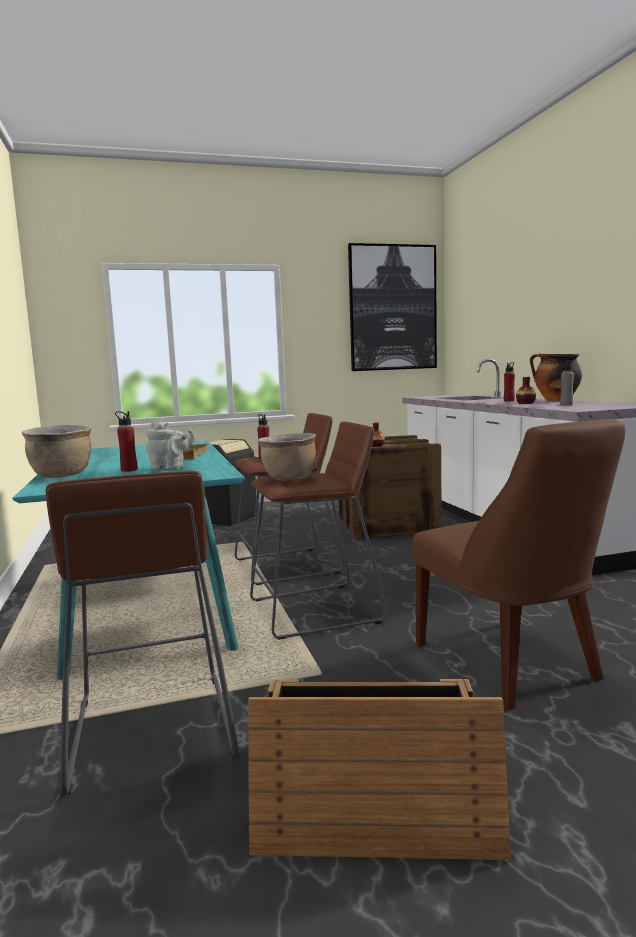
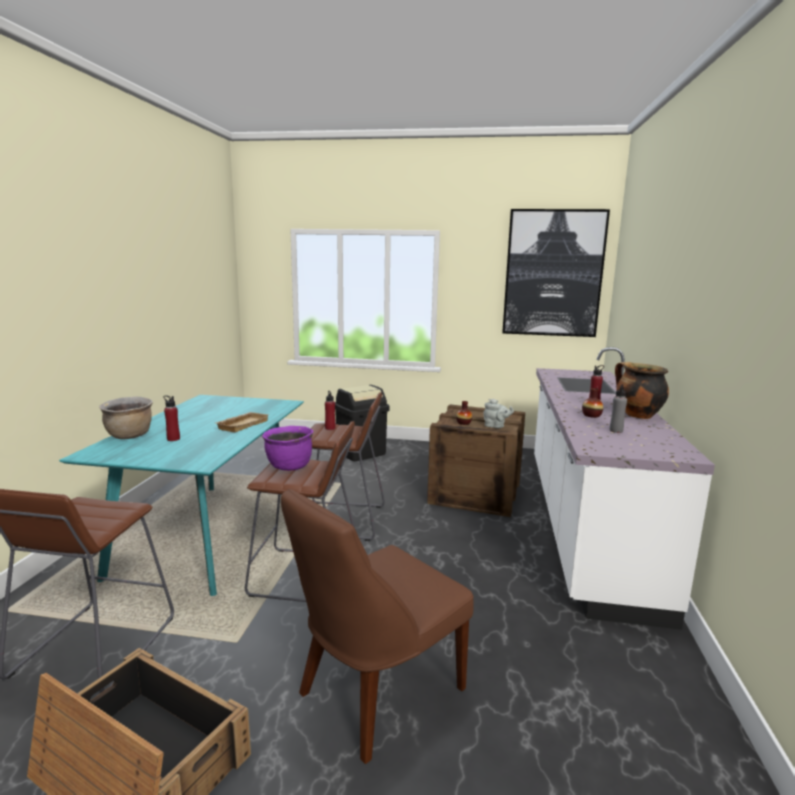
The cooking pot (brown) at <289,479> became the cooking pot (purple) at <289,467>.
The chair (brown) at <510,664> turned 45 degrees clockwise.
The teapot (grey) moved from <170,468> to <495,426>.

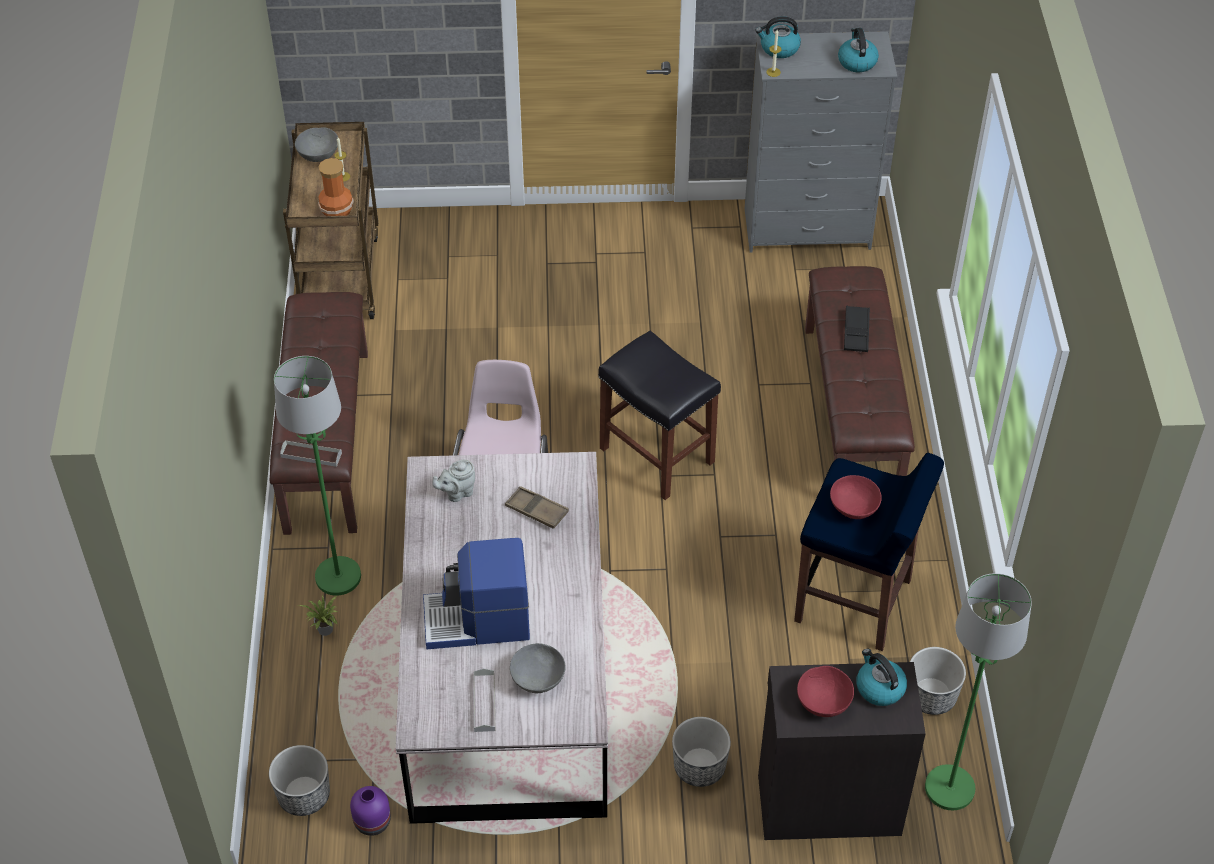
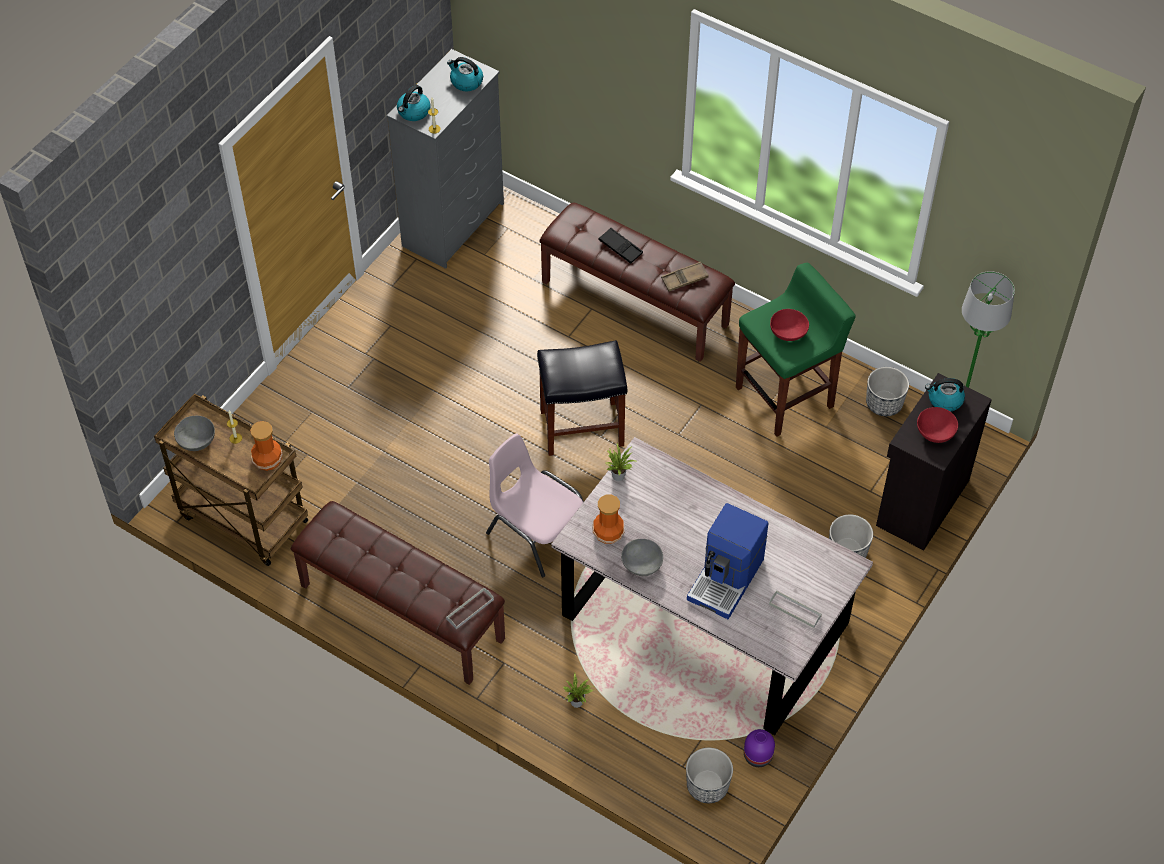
The teapot (grey) at <457,493> was replaced by the vase at <607,532>.
The potted plant at <618,474> appeared.
The bowl (grey) moved from <538,679> to <642,565>.
The tray (brown) moved from <536,510> to <684,279>.
The stool (blue) at <855,602> became the stool (green) at <786,396>.
The floor lamp (green) at <337,577> disappeared.

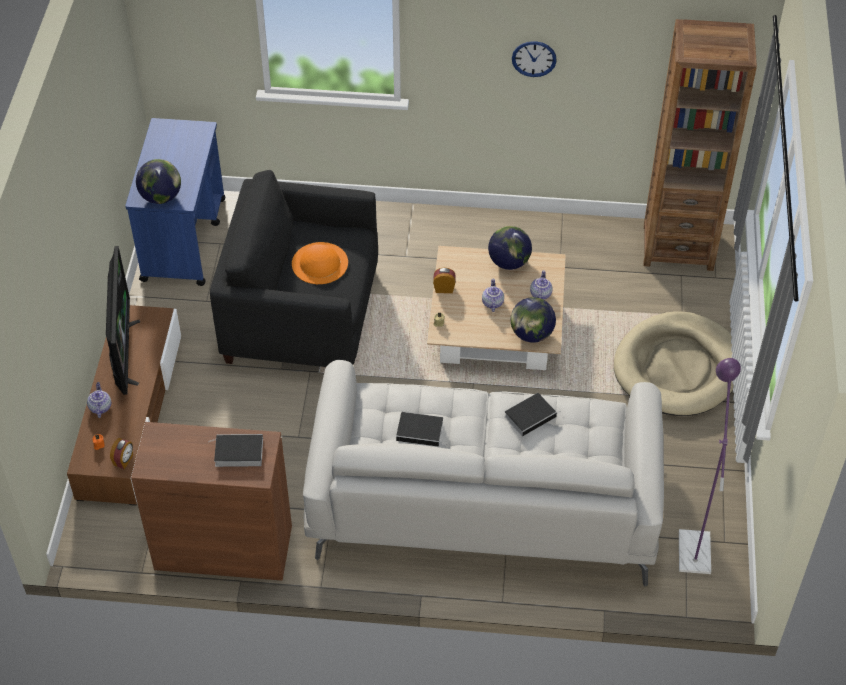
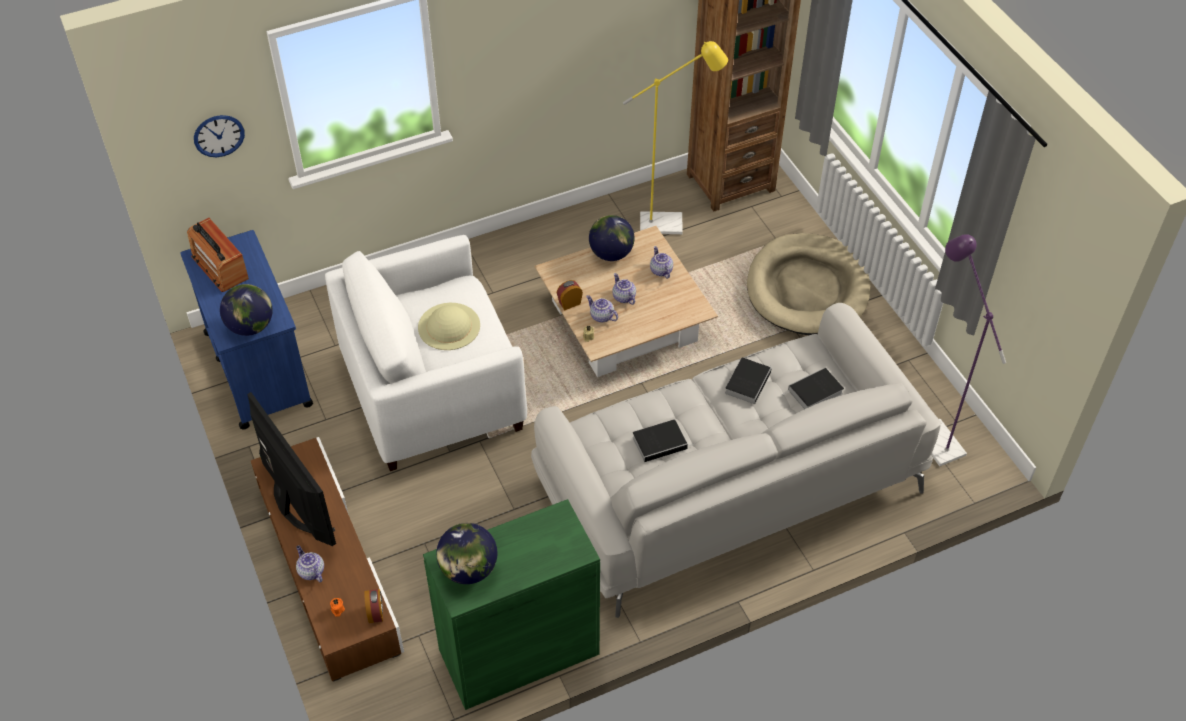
The radio at <219,267> appeared.
The wall clock moved from <534,58> to <219,135>.
The armchair (black) at <302,315> became the armchair (white) at <433,390>.
The hat (orange) at <319,263> became the hat (beige) at <449,326>.
The cabinet (brown) at <223,547> became the cabinet (green) at <519,652>.
The globe moved from <532,334> to <469,569>.
The teapot at <601,316> appeared.
The floor lamp (yellow) at <670,224> appeared.
The book moved from <237,453> to <814,393>.

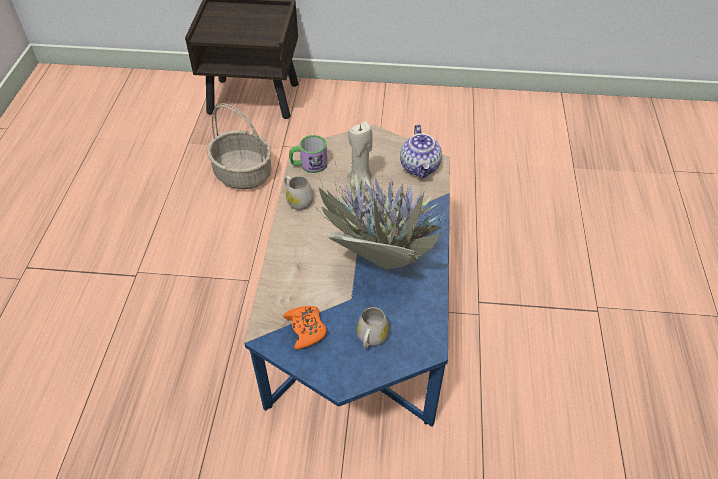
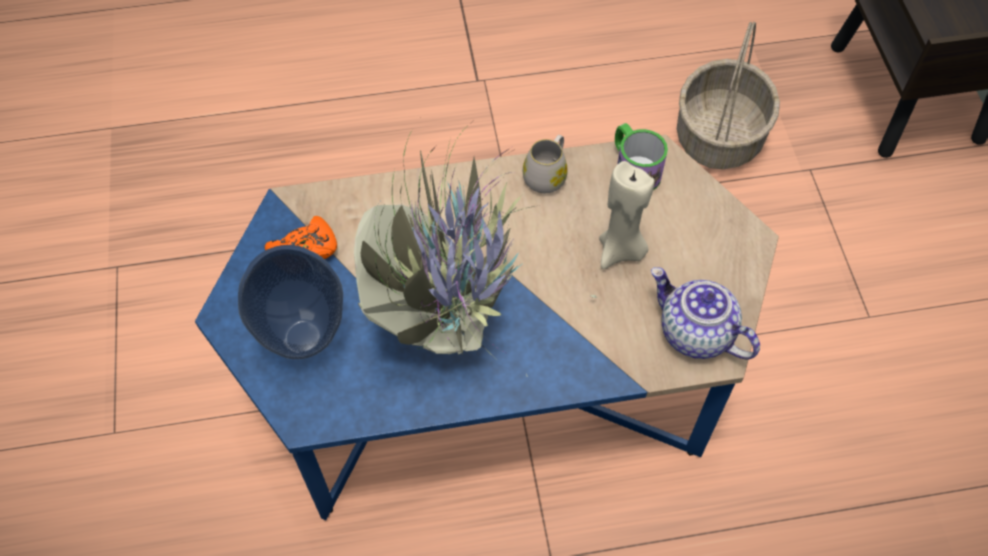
The mug (white) at <371,338> was replaced by the vase at <305,336>.
The teapot at <420,167> turned 60 degrees clockwise.

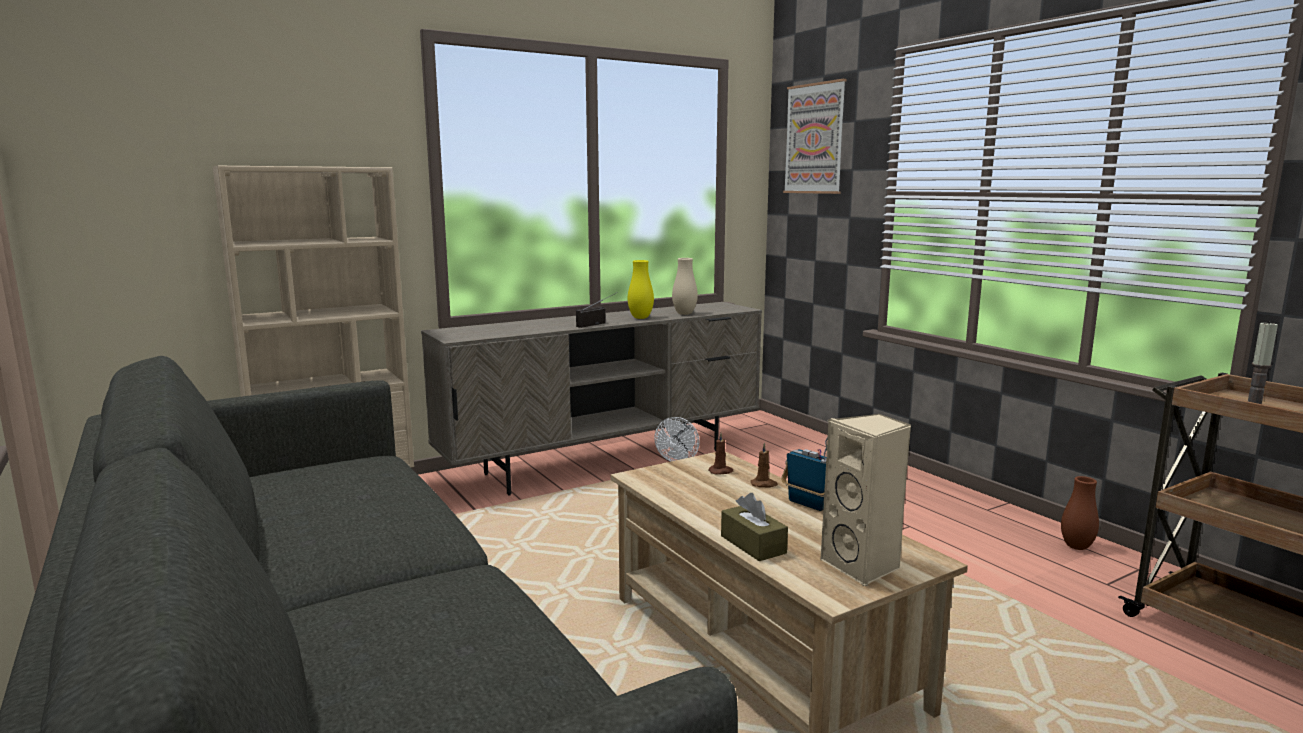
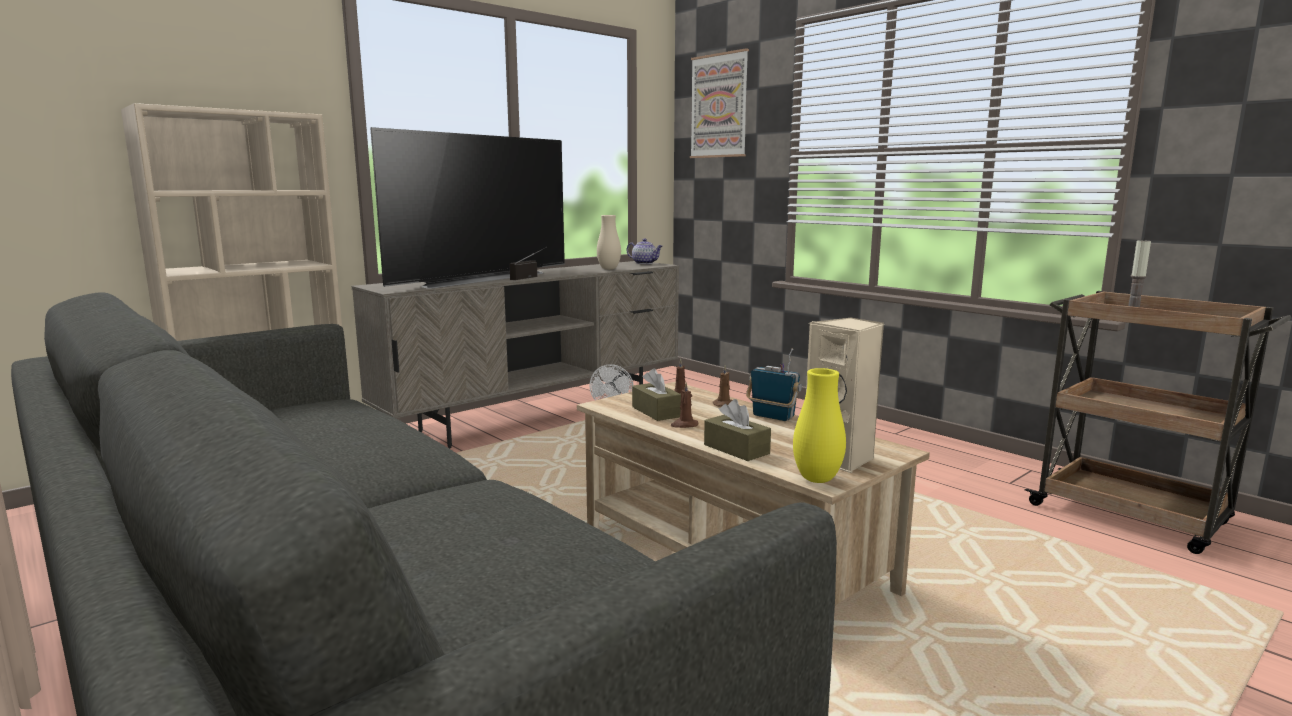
The television at <478,279> appeared.
The teapot at <645,263> appeared.
The tissue box (brown) at <656,412> appeared.
The candle (brown) at <684,425> appeared.
The vase (yellow) moved from <640,318> to <817,479>.
The vase (brown) at <1076,547> disappeared.

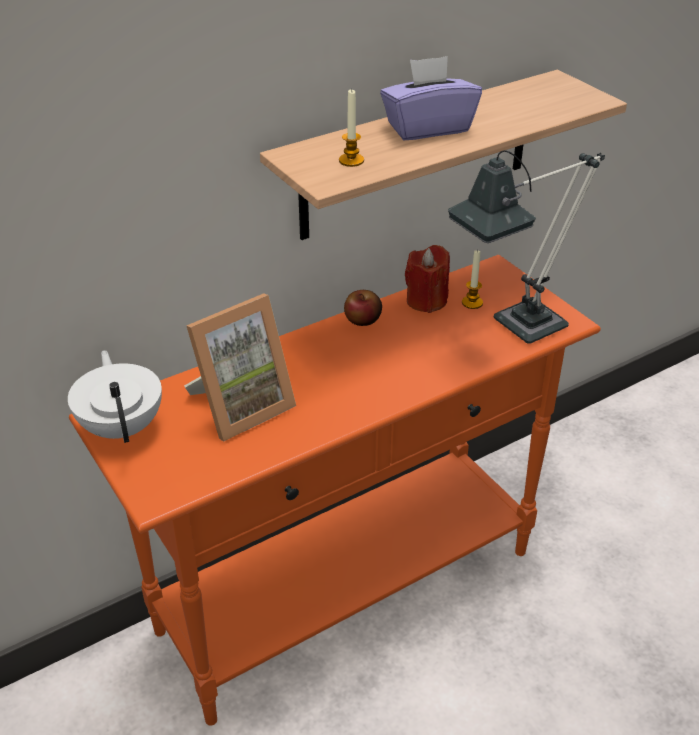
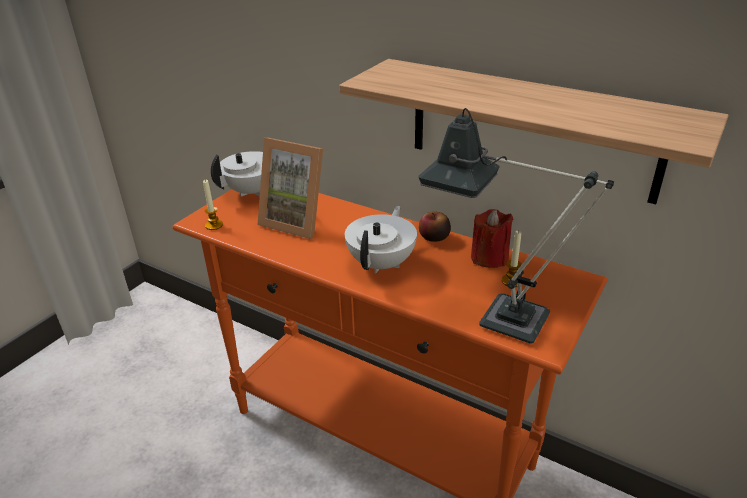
The candle moved from <351,160> to <214,225>.
The teapot (white) at <382,263> appeared.
The tissue box (purple) at <428,128> disappeared.

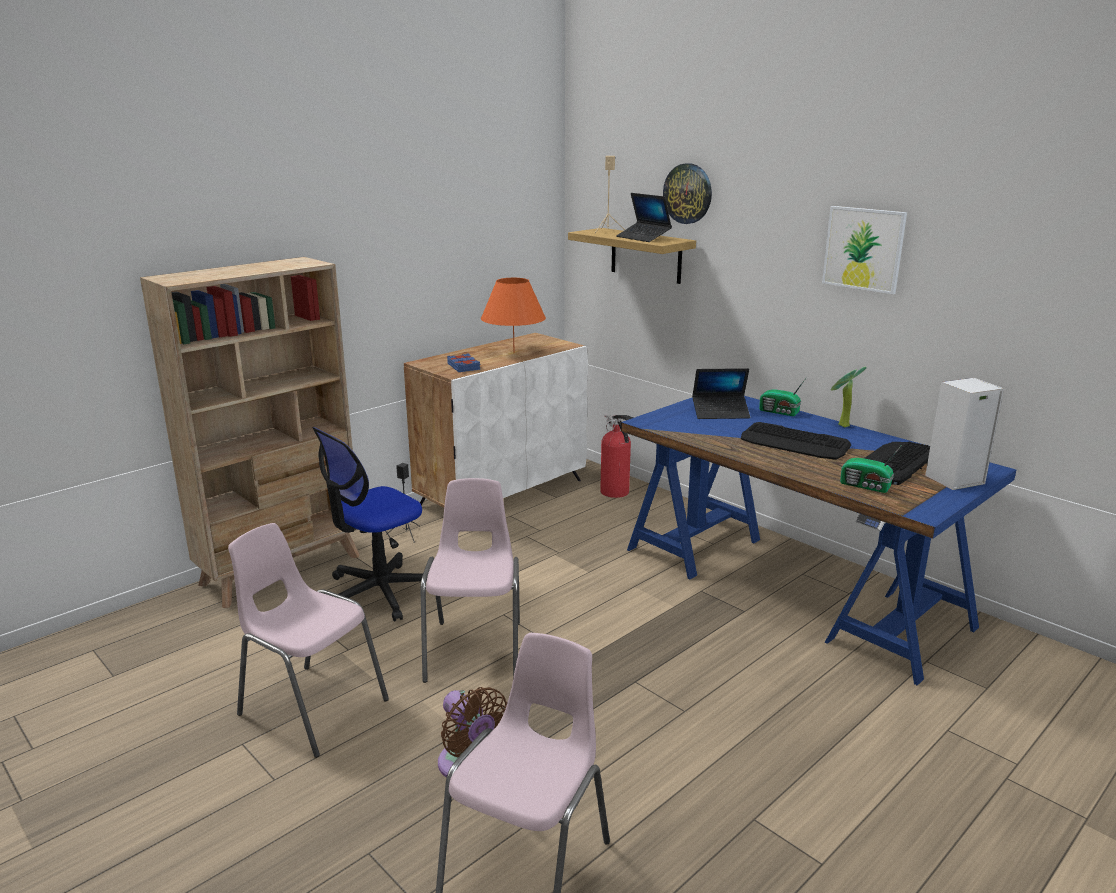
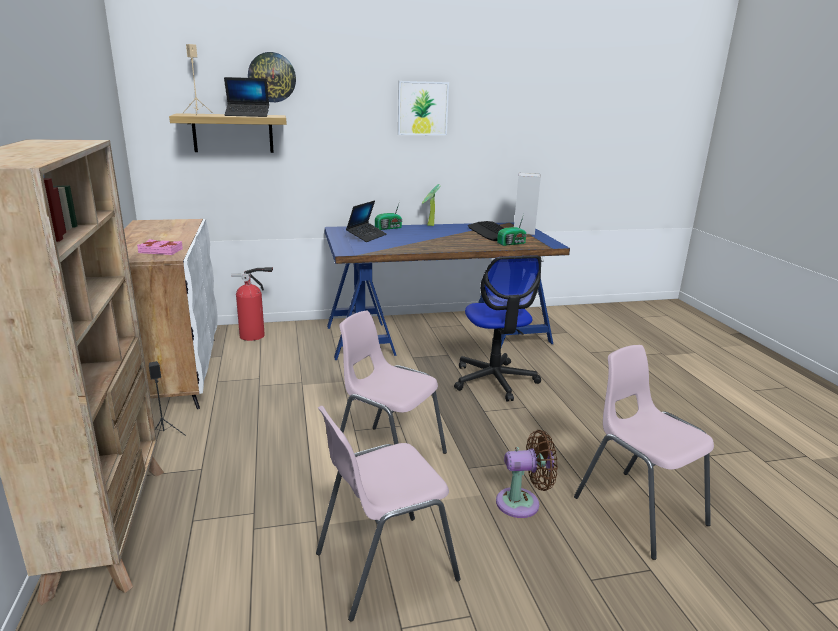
The book (blue) at <464,366> became the book (pink) at <161,251>.
The office chair moved from <379,593> to <494,380>.
The table lamp (orange) at <514,352> disappeared.
The keyboard at <794,443> disappeared.

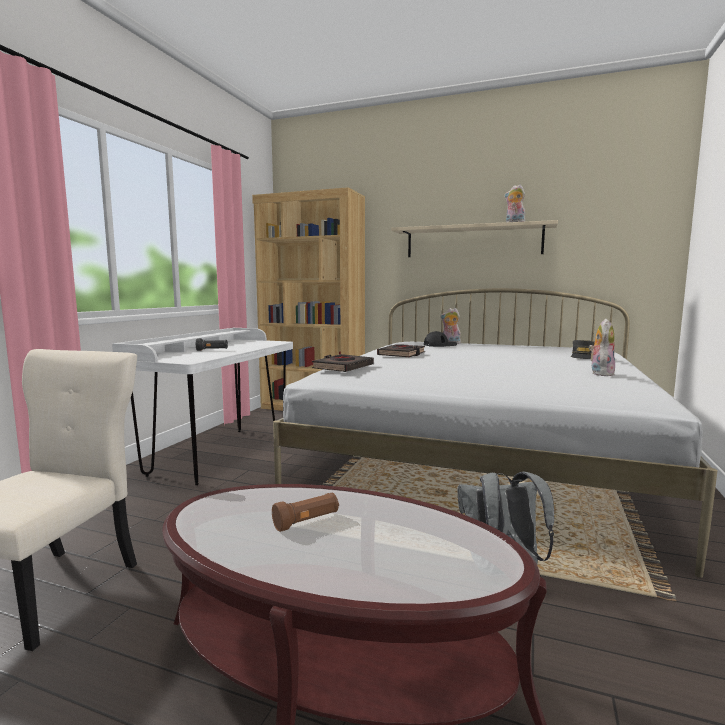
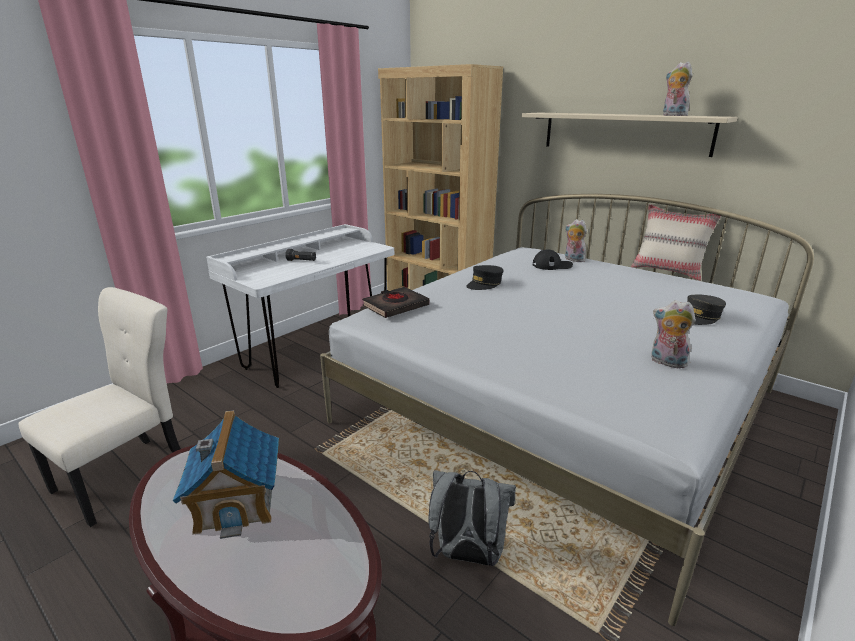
The flashlight (brown) at <307,522> was replaced by the toy house at <237,501>.
The book (black) at <401,354> was replaced by the cap (black) at <484,284>.
The pillow (beige) at <668,271> appeared.
The plush toy at <600,373> turned 105 degrees counterclockwise.

